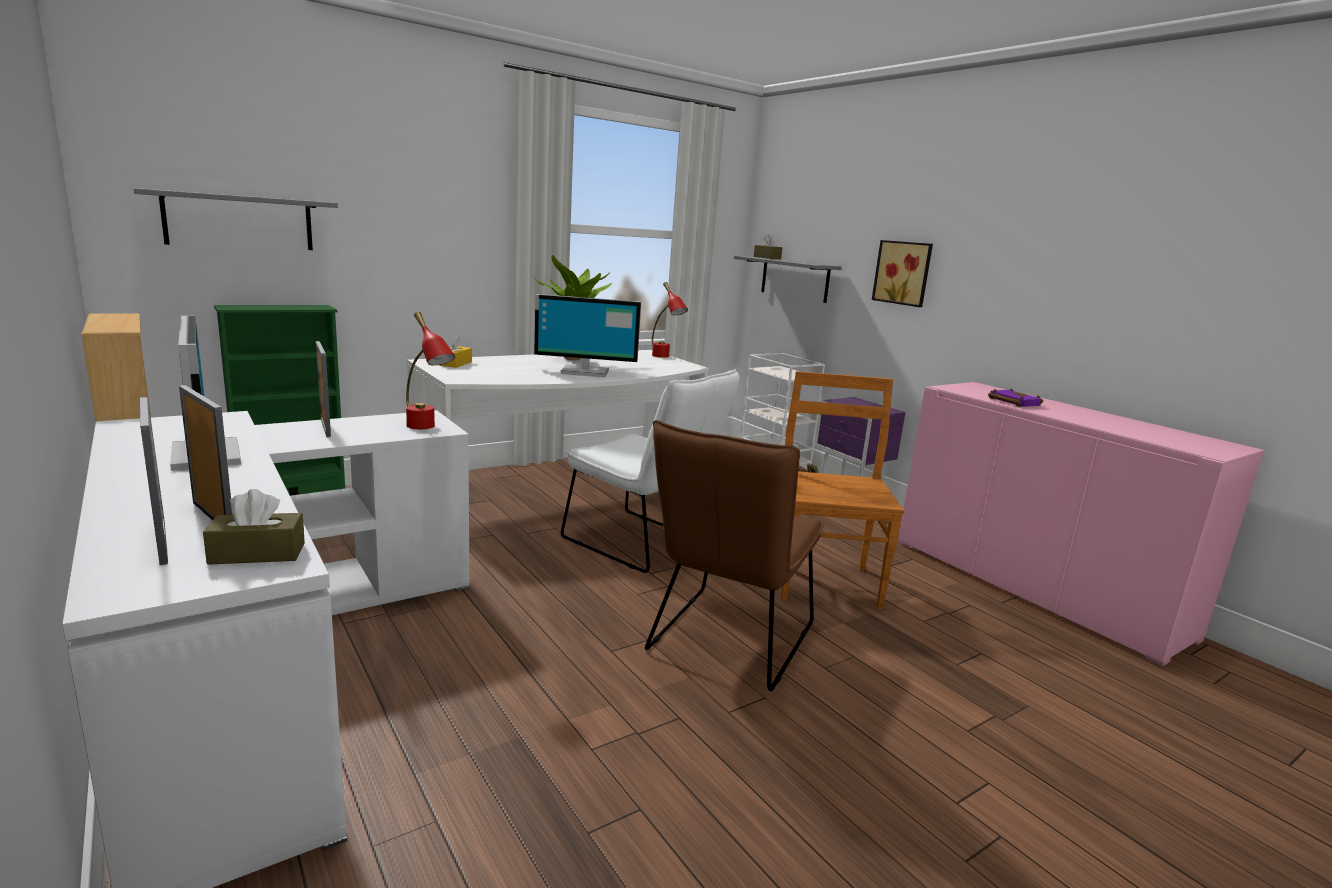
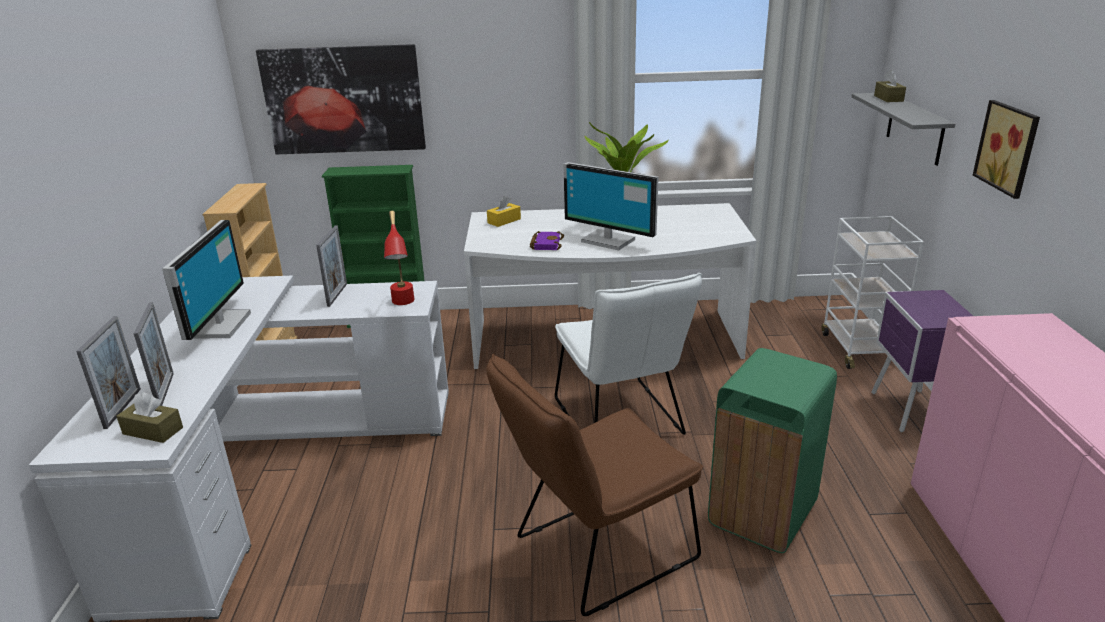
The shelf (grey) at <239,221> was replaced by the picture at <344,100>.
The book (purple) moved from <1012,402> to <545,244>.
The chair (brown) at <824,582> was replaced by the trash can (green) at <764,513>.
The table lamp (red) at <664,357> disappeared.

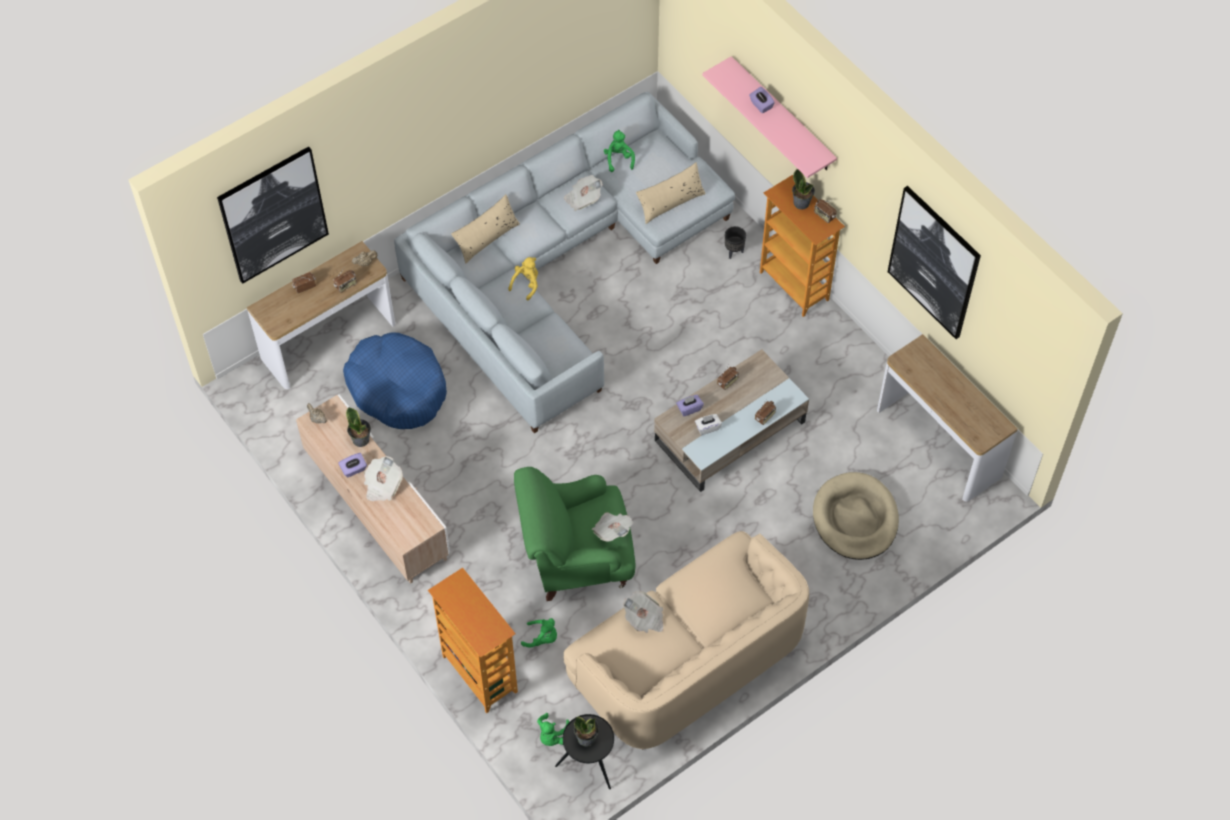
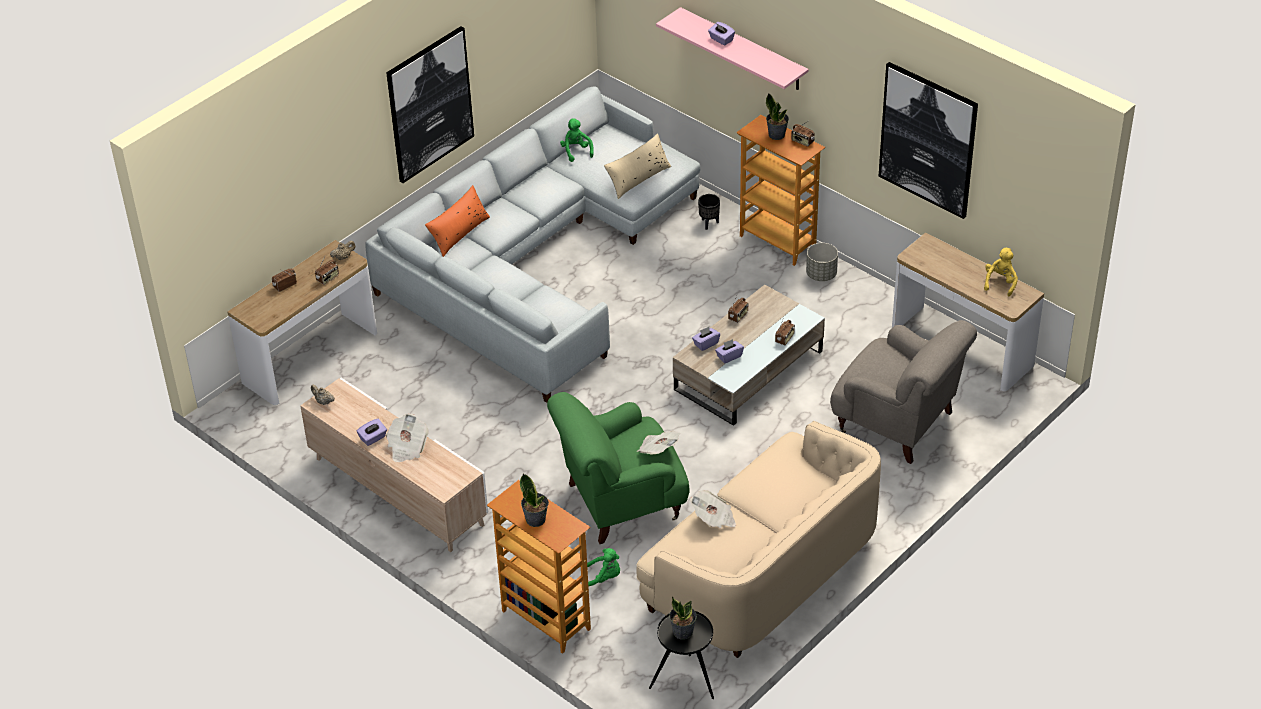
The picture moved from <273,214> to <430,104>.
The pillow (beige) at <486,238> became the pillow (orange) at <459,233>.
The potted plant moved from <361,439> to <536,519>.
The tissue box (white) at <707,427> became the tissue box (purple) at <729,356>.
The planter (grey) at <821,274> appeared.
The dog bed (beige) at <855,518> was replaced by the armchair (grey) at <898,423>.
The plush toy (yellow) moved from <526,284> to <1000,282>.
The dog bed (blue) at <397,388> disappeared.
The plush toy (green) at <552,736> disappeared.
The newspaper at <583,199> disappeared.

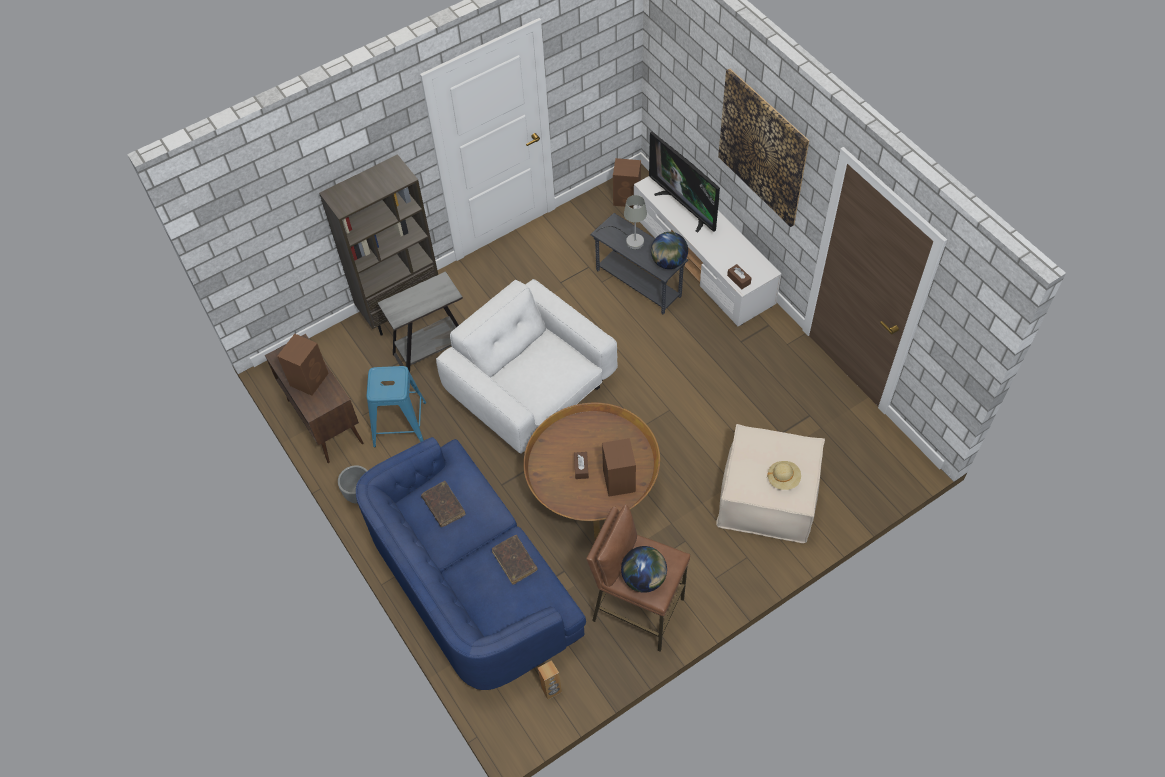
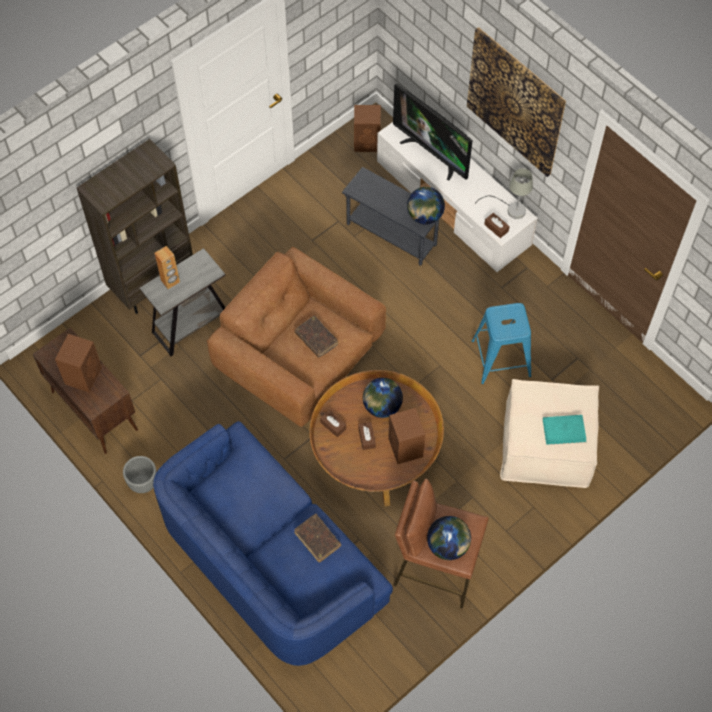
The speaker (brown) moved from <551,690> to <170,281>.
The armchair (white) at <531,390> became the armchair (brown) at <299,358>.
The book (brown) moved from <443,506> to <316,339>.
The tissue box (brown) at <333,425> appeared.
The globe at <382,406> appeared.
The stool (blue) moved from <399,424> to <501,358>.
The table lamp (grey) moved from <630,240> to <511,209>.
The hat (beige) at <783,479> was replaced by the book (turquoise) at <564,430>.

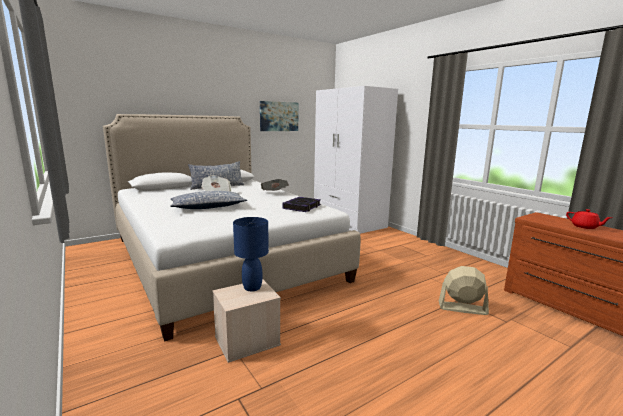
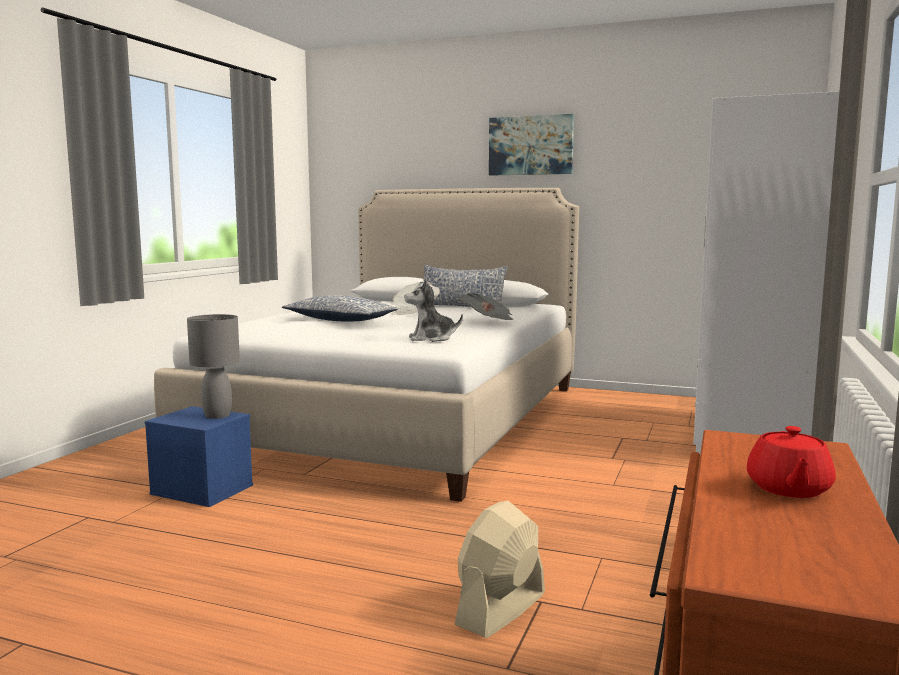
The storage box (beige) at <246,341> became the storage box (blue) at <200,490>.
The table lamp (blue) at <252,287> became the table lamp (grey) at <218,415>.
The book at <302,207> was replaced by the plush toy at <431,339>.
The fan (beige) at <462,308> turned 120 degrees counterclockwise.
The picture moved from <279,116> to <530,145>.

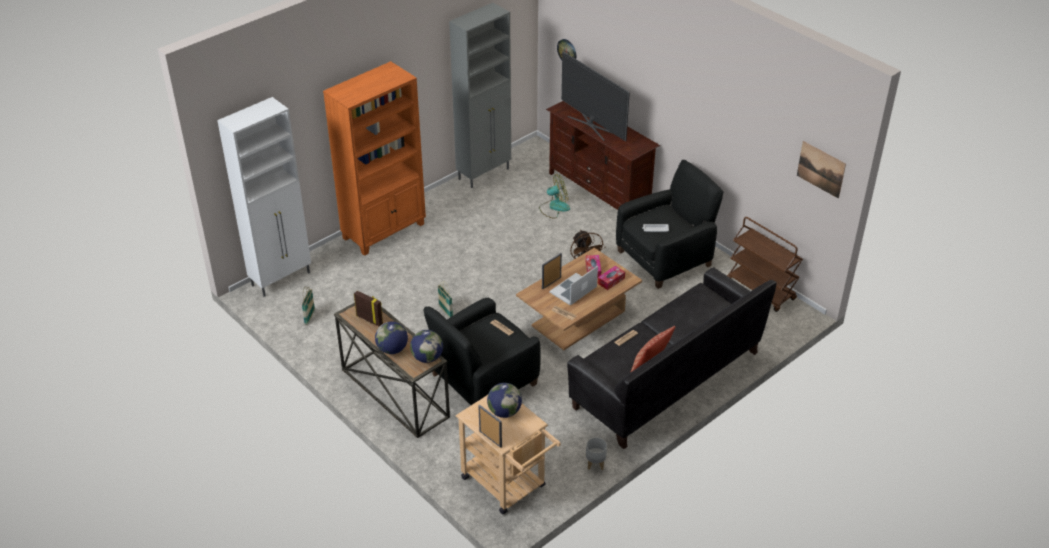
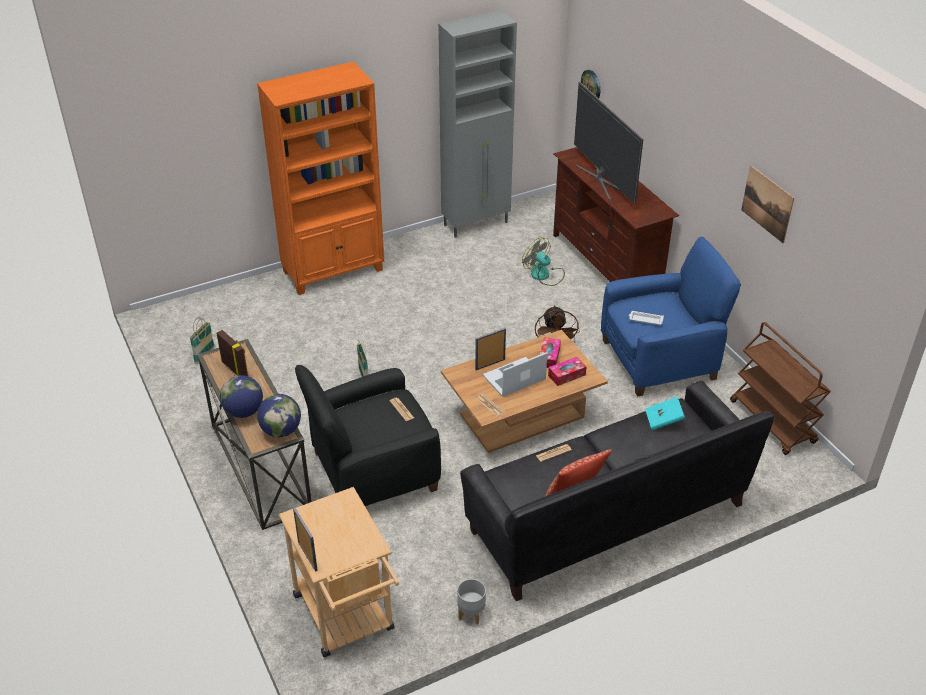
The fan at <554,207> turned 135 degrees counterclockwise.
The armchair (black) at <665,258> became the armchair (blue) at <660,359>.
The book (turquoise) at <663,420> appeared.
The picture moved from <821,169> to <767,203>.
The cabinet (white) at <282,279> disappeared.
The globe at <504,412> disappeared.

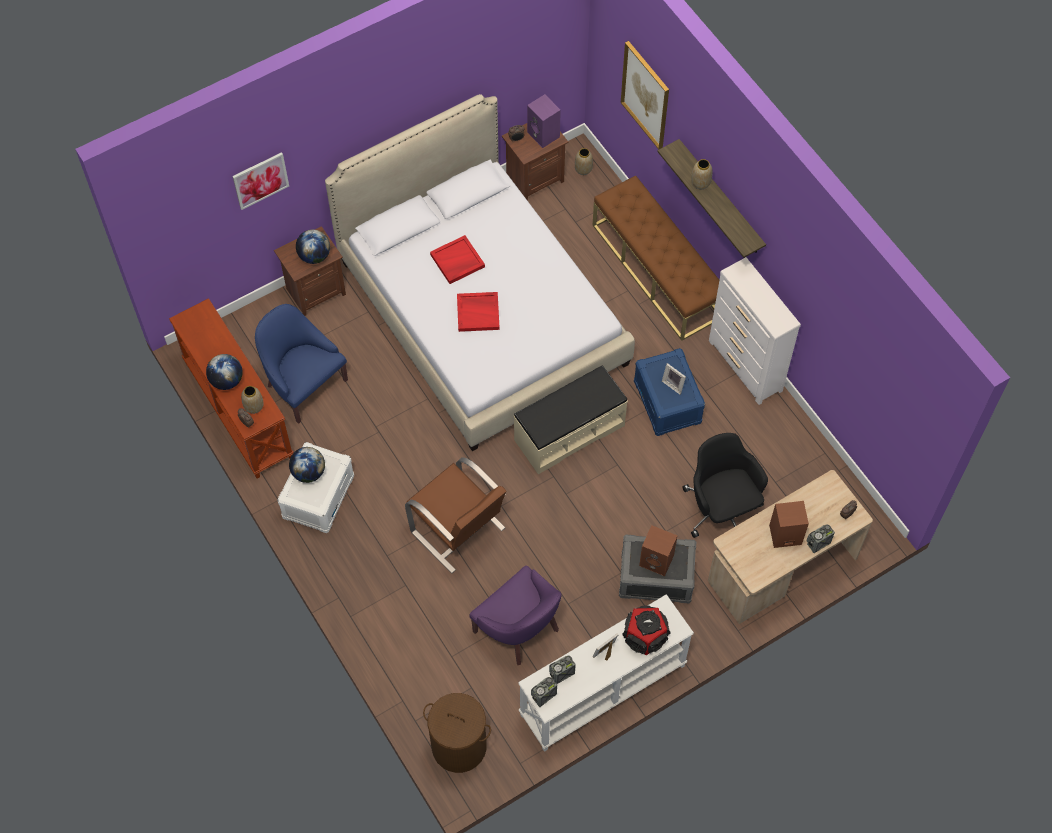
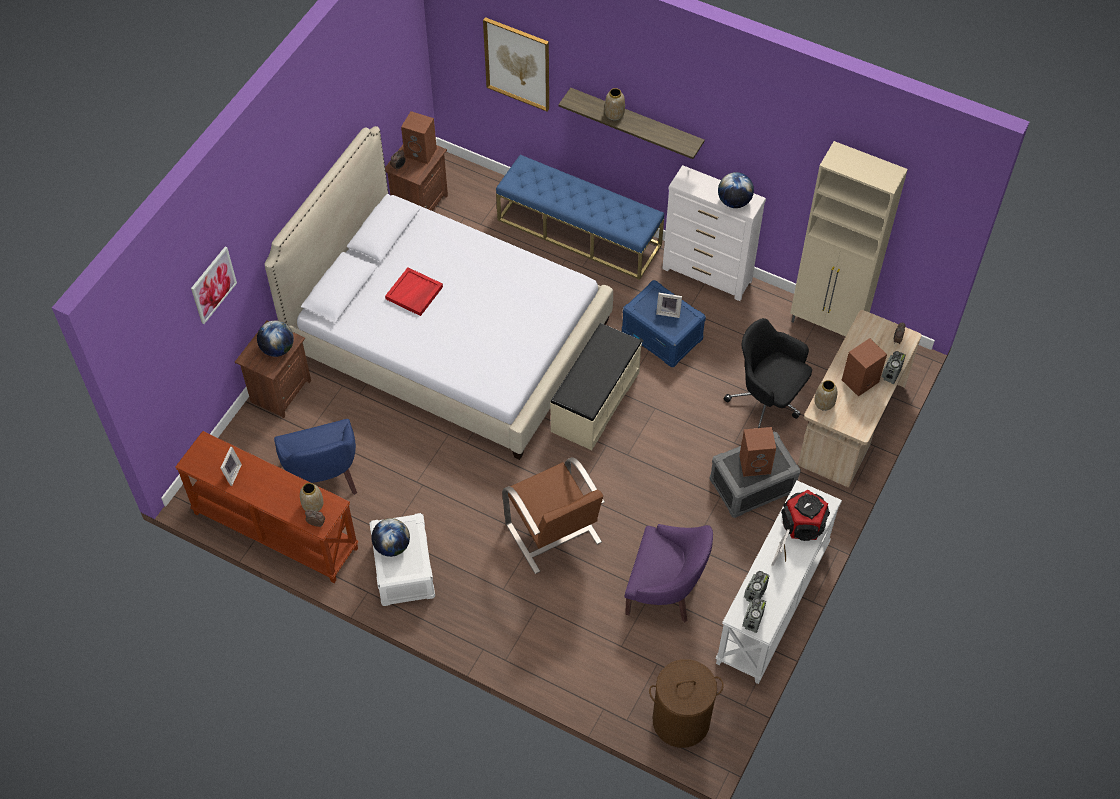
The picture frame at <231,473> appeared.
The armchair (blue) at <303,384> turned 120 degrees counterclockwise.
The speaker (purple) at <544,135> became the speaker (brown) at <421,152>.
The bench (brown) at <657,271> became the bench (blue) at <579,232>.
The armchair (brown) at <458,531> turned 45 degrees clockwise.
The globe moved from <227,380> to <734,201>.
The cabinet (beige) at <827,325> appeared.
The vase moved from <583,169> to <823,403>.
The tray (red) at <478,312> disappeared.

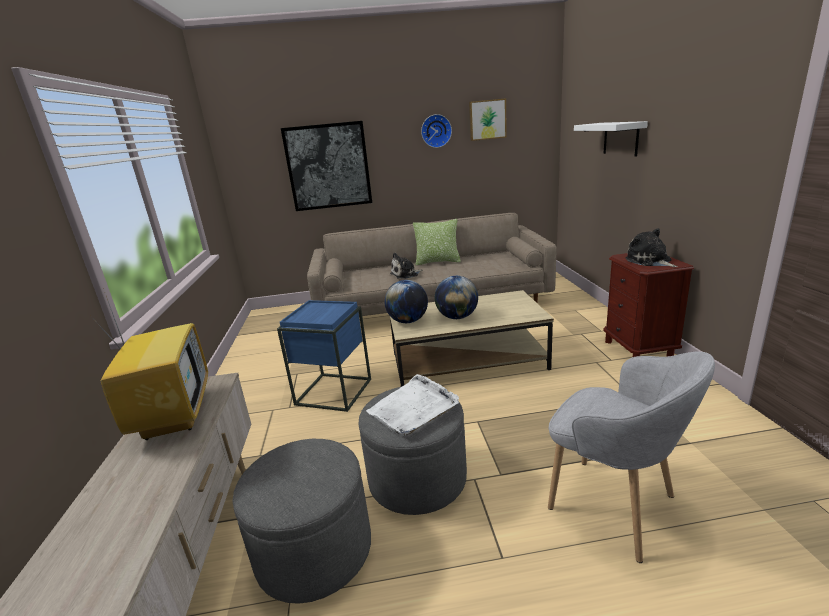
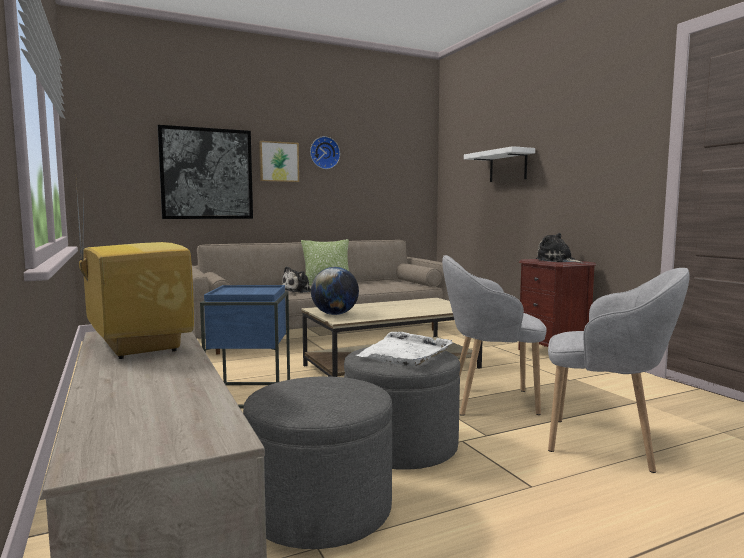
The picture moved from <487,119> to <278,162>.
The armchair (grey) at <489,401> appeared.
The globe at <457,317> disappeared.

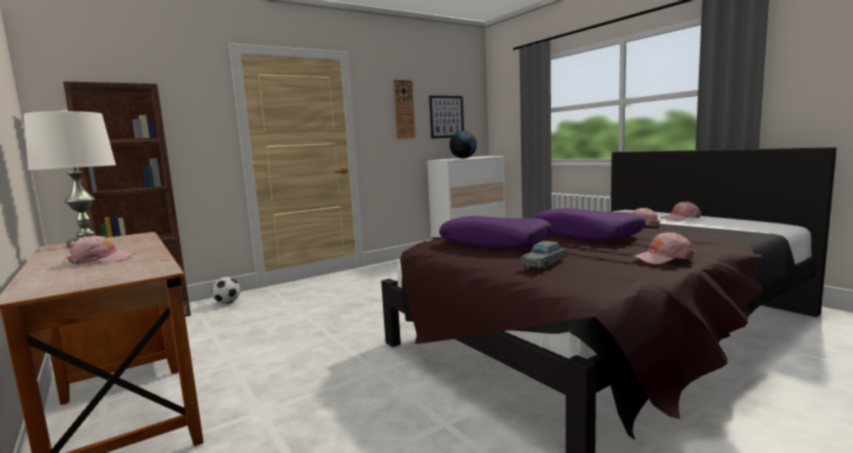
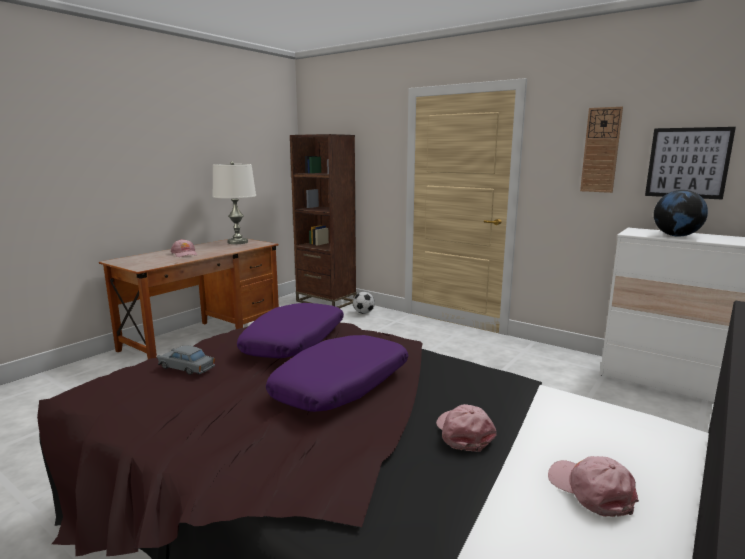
The cap (pink) at <663,258> disappeared.

